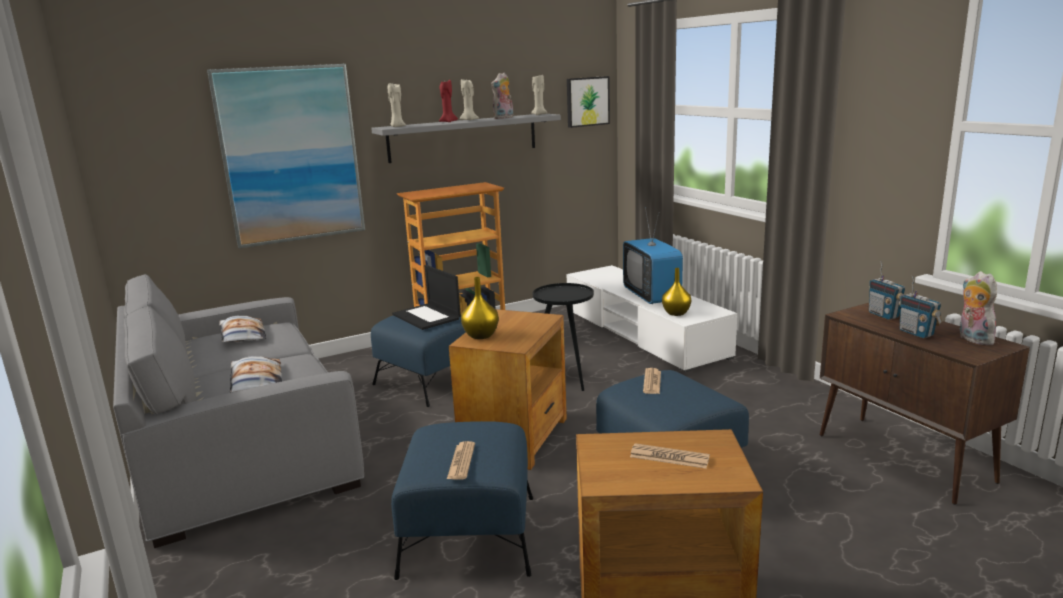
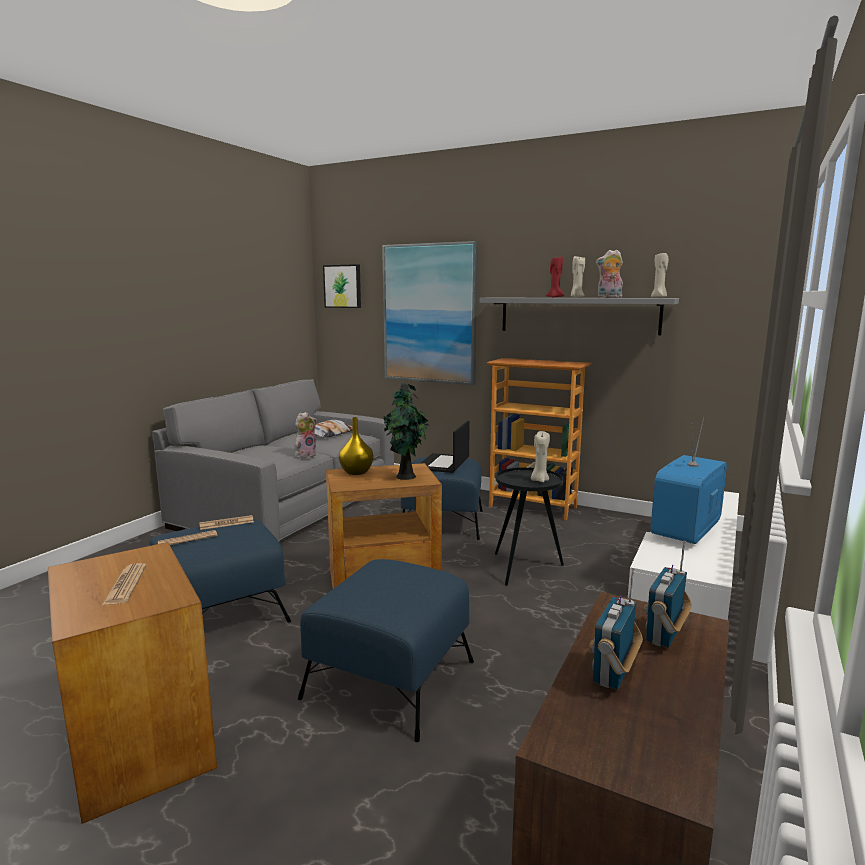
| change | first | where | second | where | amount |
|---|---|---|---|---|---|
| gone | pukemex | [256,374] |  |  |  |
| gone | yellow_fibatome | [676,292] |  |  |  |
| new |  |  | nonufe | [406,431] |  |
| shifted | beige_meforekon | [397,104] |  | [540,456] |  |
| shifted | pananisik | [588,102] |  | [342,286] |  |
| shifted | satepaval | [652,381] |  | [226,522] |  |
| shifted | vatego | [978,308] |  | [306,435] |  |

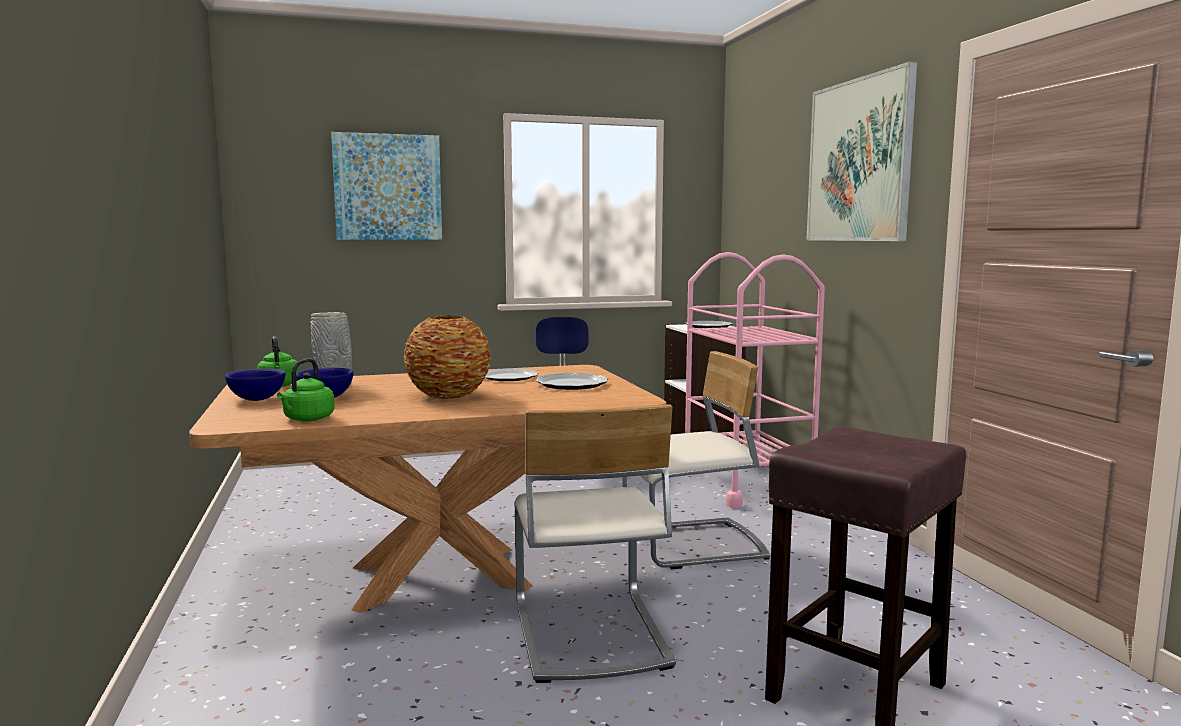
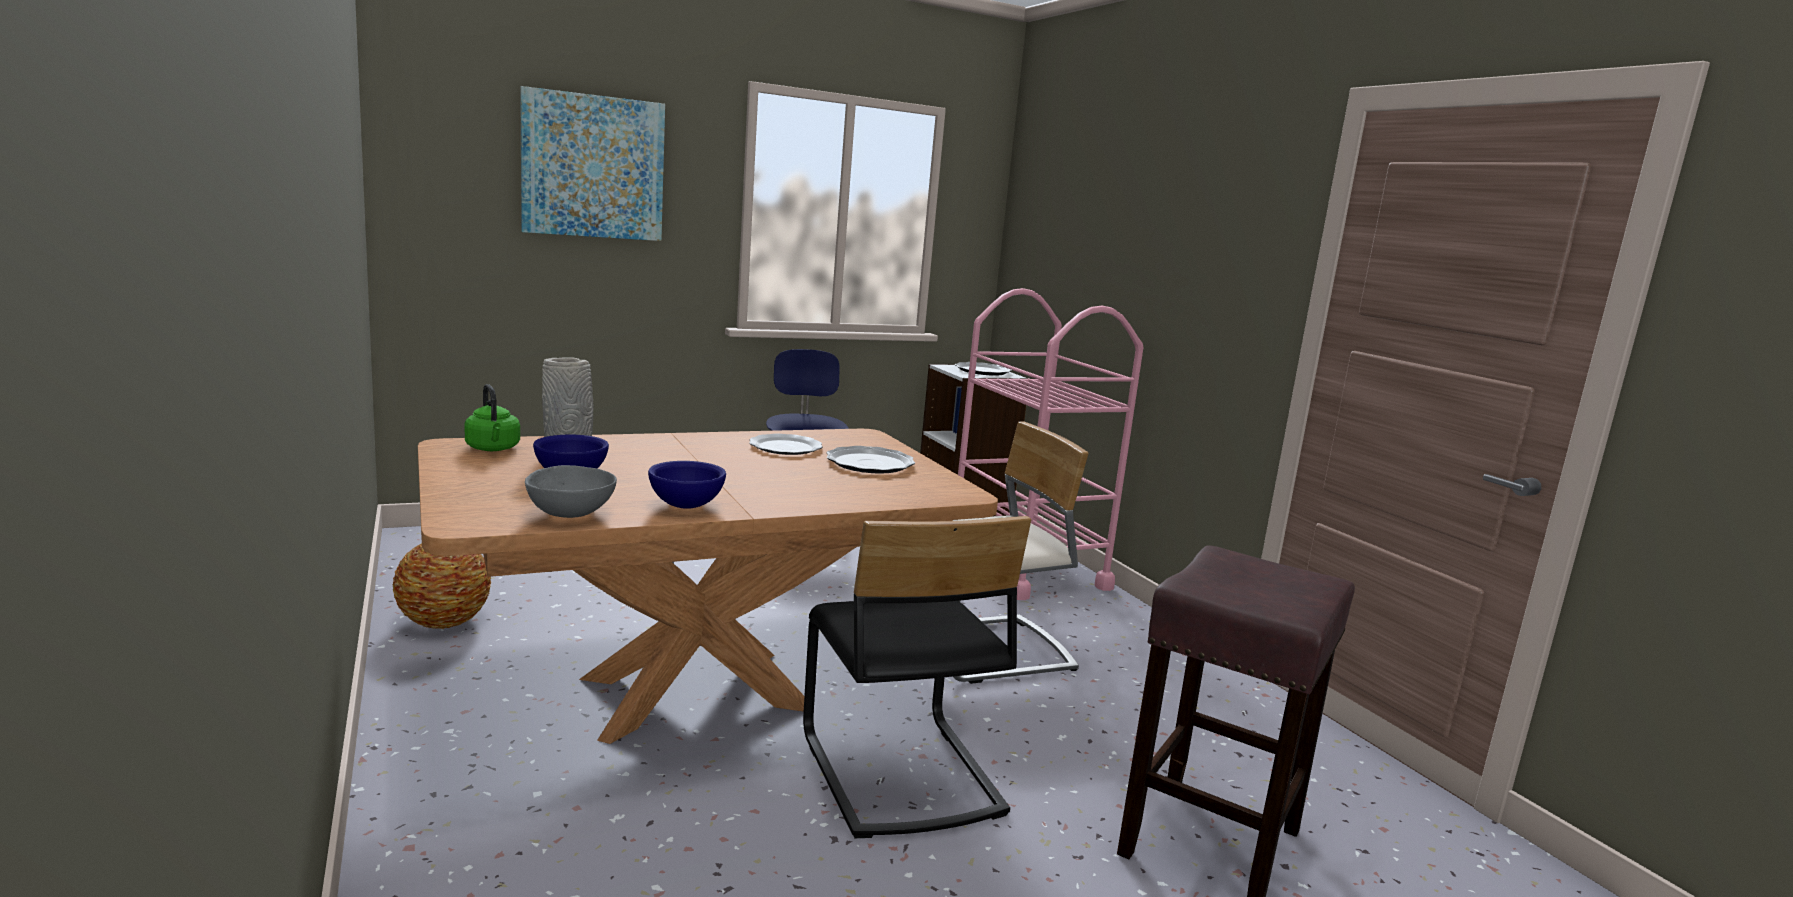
| change | first | where | second | where | amount |
|---|---|---|---|---|---|
| gone | pananisik | [862,151] |  |  |  |
| shifted | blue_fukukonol | [255,385] |  | [687,485] |  |
| shifted | fibatome | [447,357] |  | [442,586] |  |
| swapped | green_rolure | [306,389] | grey_fukukonol | [571,491] |  |
| repainted | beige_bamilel | [595,543] | black_bamilel | [917,677] |  |

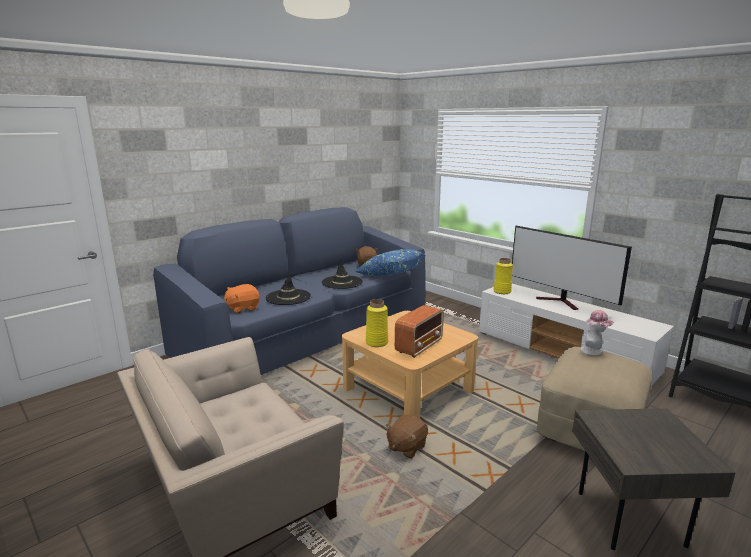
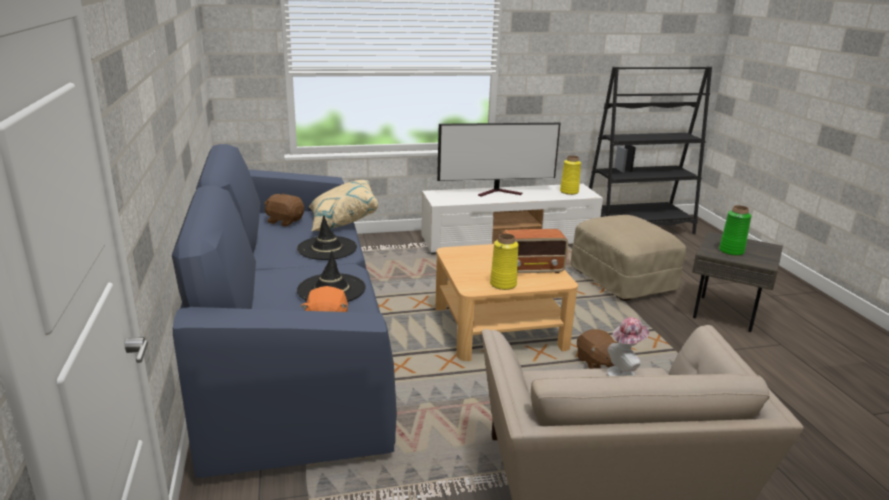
| change | first | where | second | where | amount |
|---|---|---|---|---|---|
| new |  |  | green_fibatome | [735,230] |  |
| shifted | yellow_fibatome | [503,276] |  | [570,175] |  |
| shifted | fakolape | [597,333] |  | [628,346] |  |
| repainted | blue_pukemex | [390,262] | beige_pukemex | [343,205] |  |
| rotated | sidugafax | [419,331] |  | [535,251] | 105 degrees clockwise |

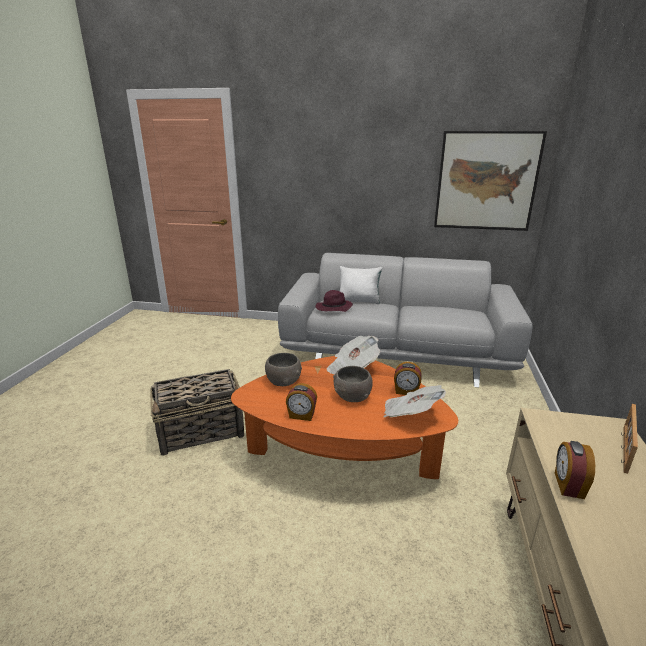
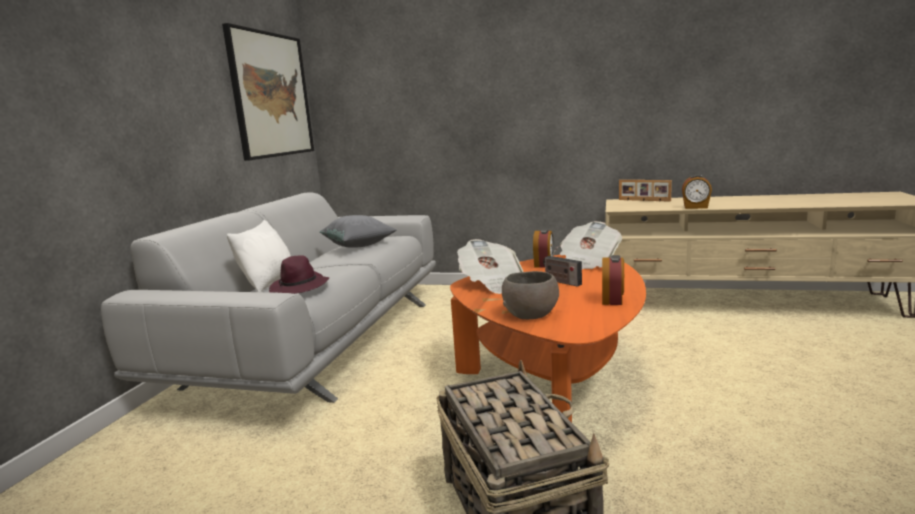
| change | first | where | second | where | amount |
|---|---|---|---|---|---|
| new |  |  | grey_pukemex | [358,231] |  |
| swapped | grey_fukukonol | [353,384] | sidugafax | [562,266] |  |

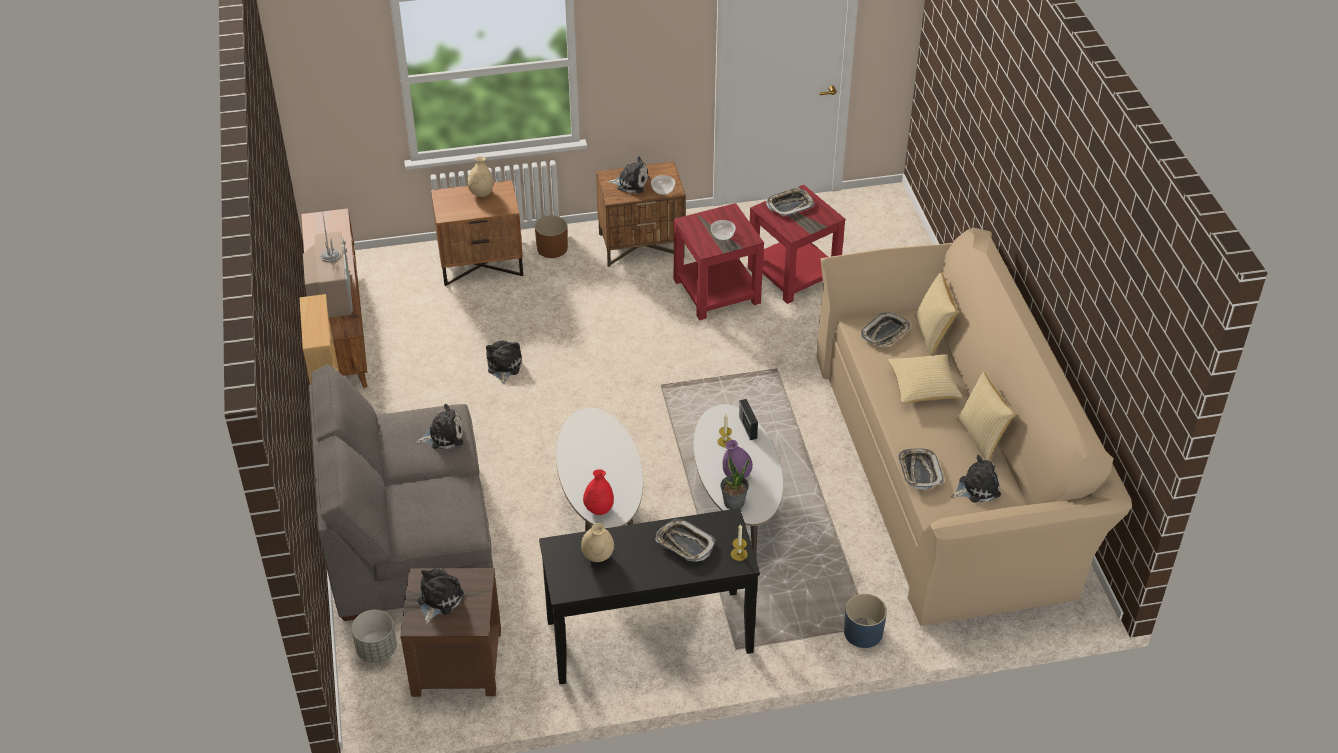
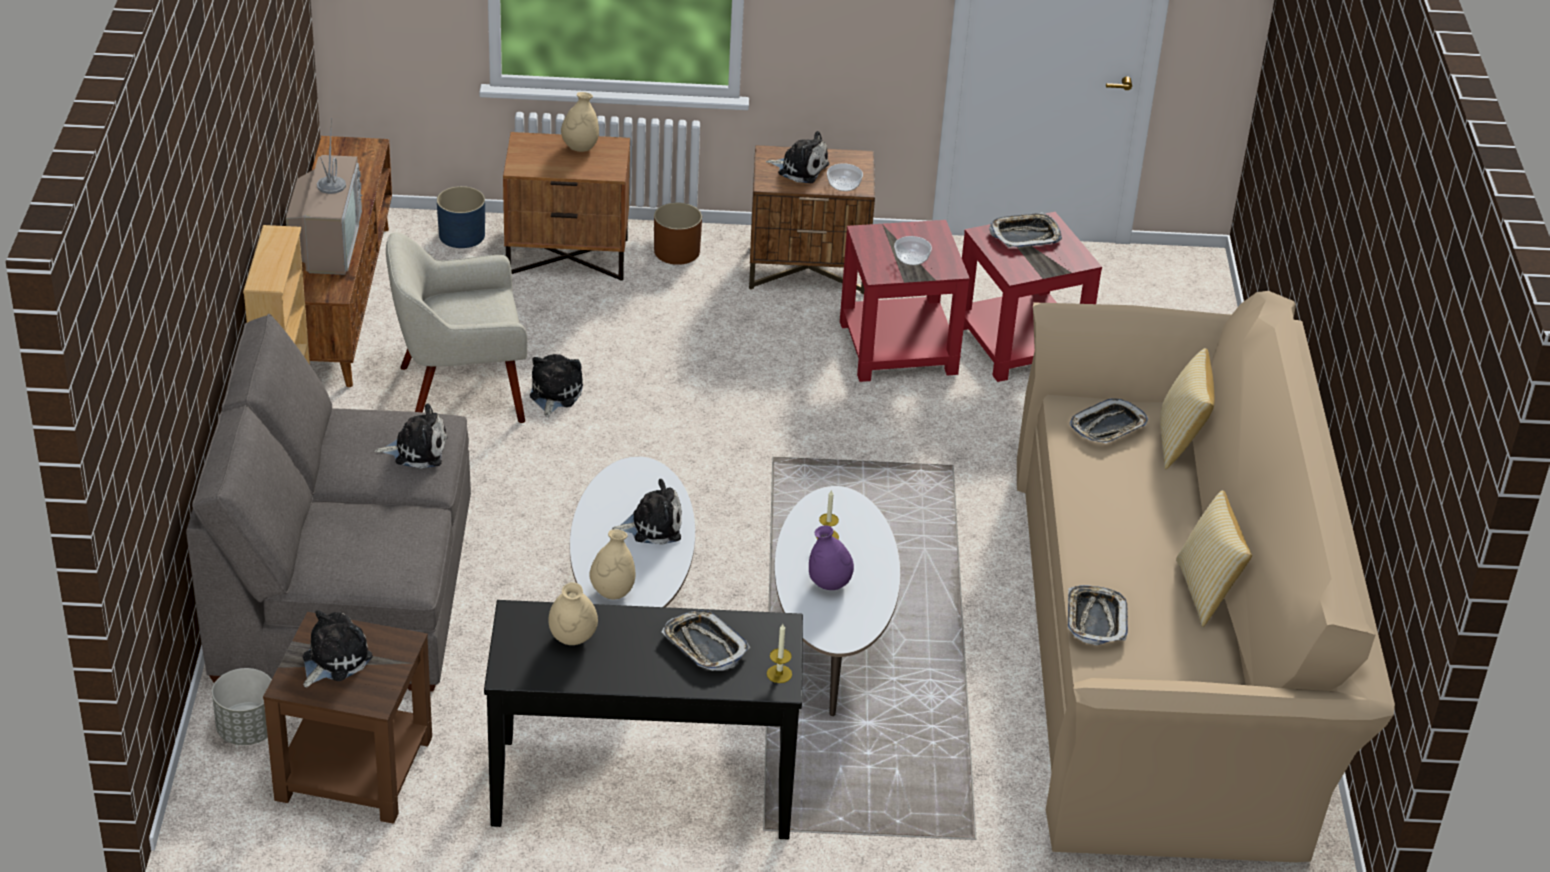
| change | first | where | second | where | amount |
|---|---|---|---|---|---|
| gone | nonufe | [735,480] |  |  |  |
| gone | sidugafax | [748,419] |  |  |  |
| gone | pukemex | [925,379] |  |  |  |
| new |  |  | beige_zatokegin | [456,327] |  |
| shifted | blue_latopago | [865,621] |  | [461,217] |  |
| shifted | vatego | [976,479] |  | [646,512] |  |
| repainted | red_fibatome | [598,492] | beige_fibatome | [612,564] |  |

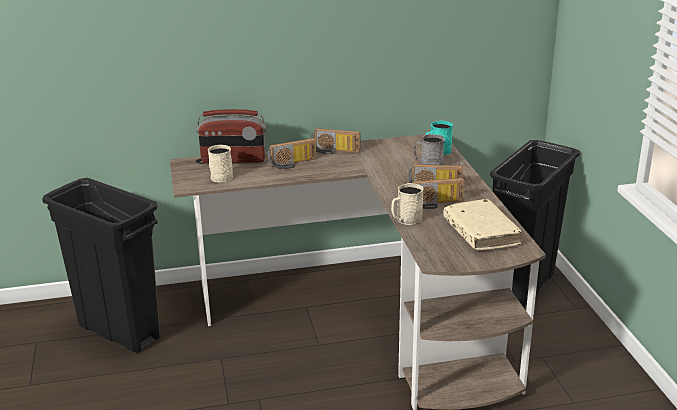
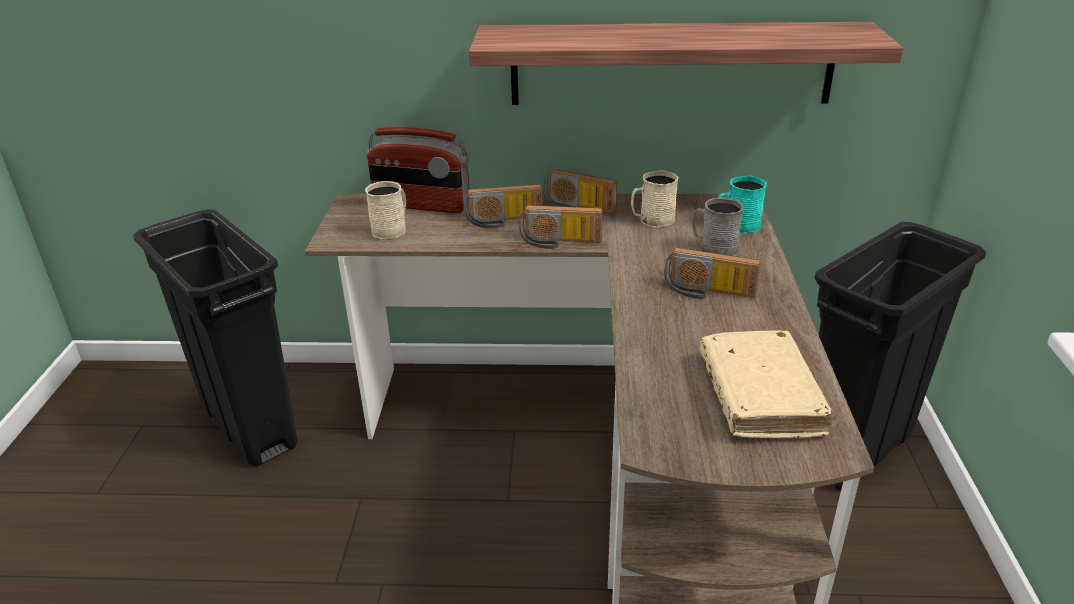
| change | first | where | second | where | amount |
|---|---|---|---|---|---|
| new |  |  | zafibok | [686,63] |  |
| shifted | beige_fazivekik | [407,204] |  | [655,198] |  |
| shifted | sidugafax | [438,193] |  | [561,227] |  |

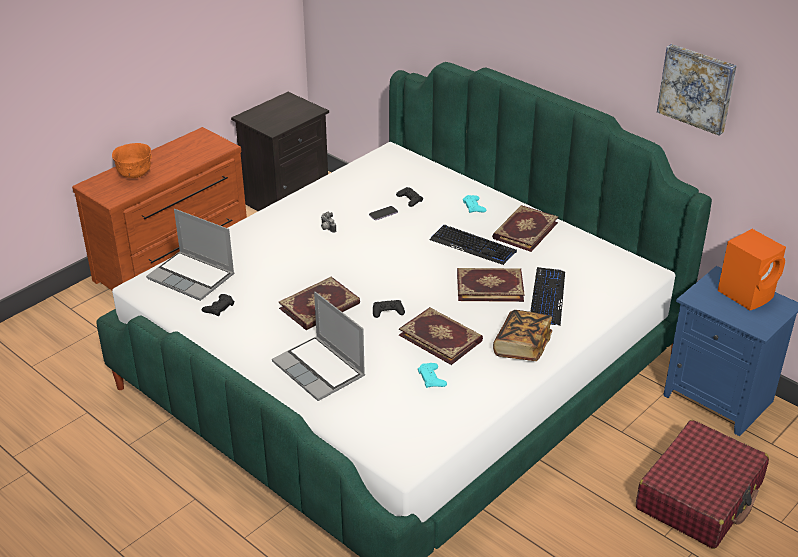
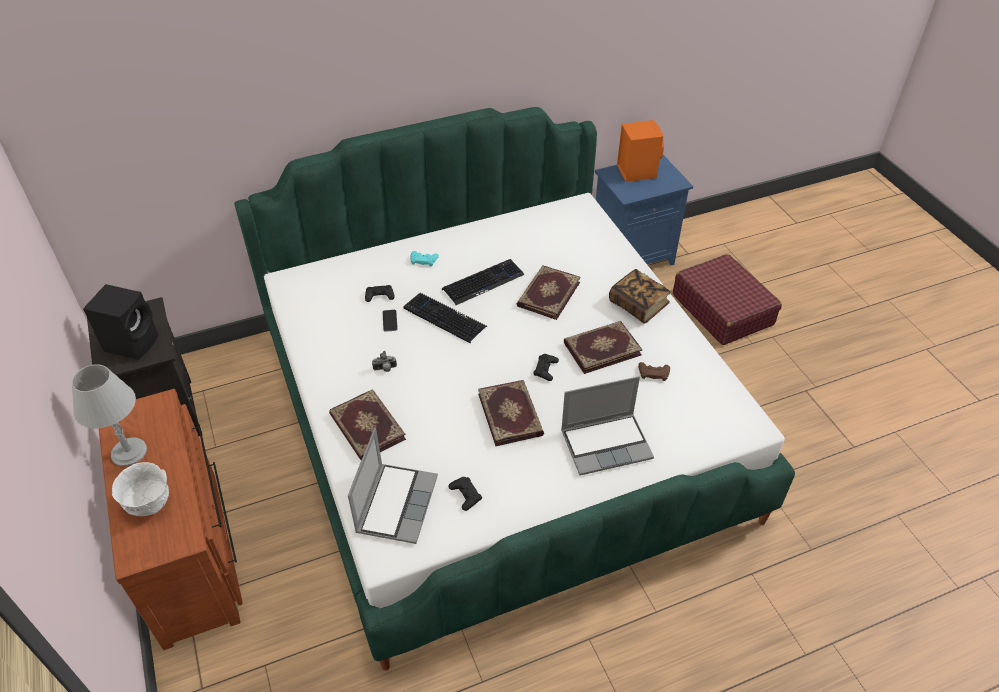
| change | first | where | second | where | amount |
|---|---|---|---|---|---|
| gone | pananisik | [697,90] |  |  |  |
| new |  |  | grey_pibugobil | [109,415] |  |
| new |  |  | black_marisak | [120,322] |  |
| shifted | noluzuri | [525,228] |  | [367,424] |  |
| shifted | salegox | [547,296] |  | [445,318] |  |
| repainted | orange_fukukonol | [132,160] | white_fukukonol | [140,489] |  |
| repainted | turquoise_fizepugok | [432,375] | brown_fizepugok | [654,371] |  |
| rotated | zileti | [190,255] |  | [393,486] | 45 degrees counterclockwise |

